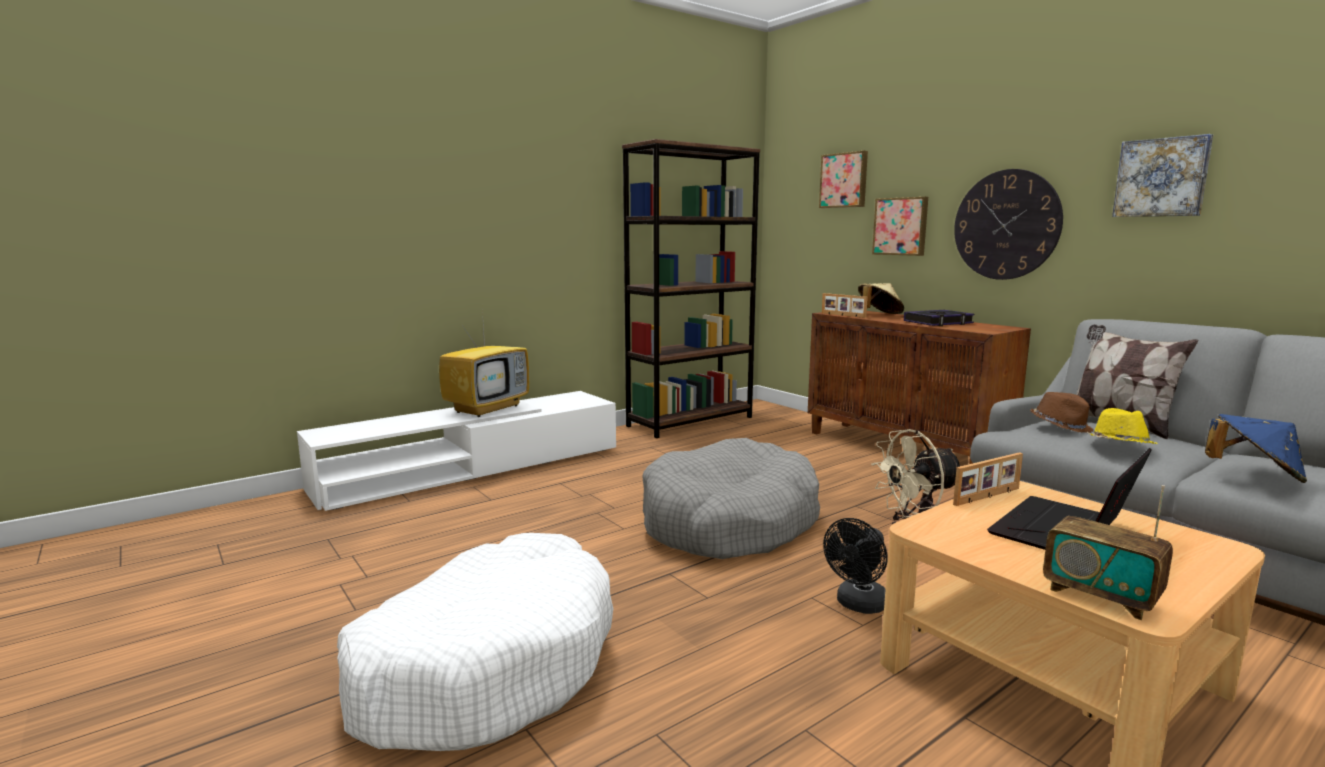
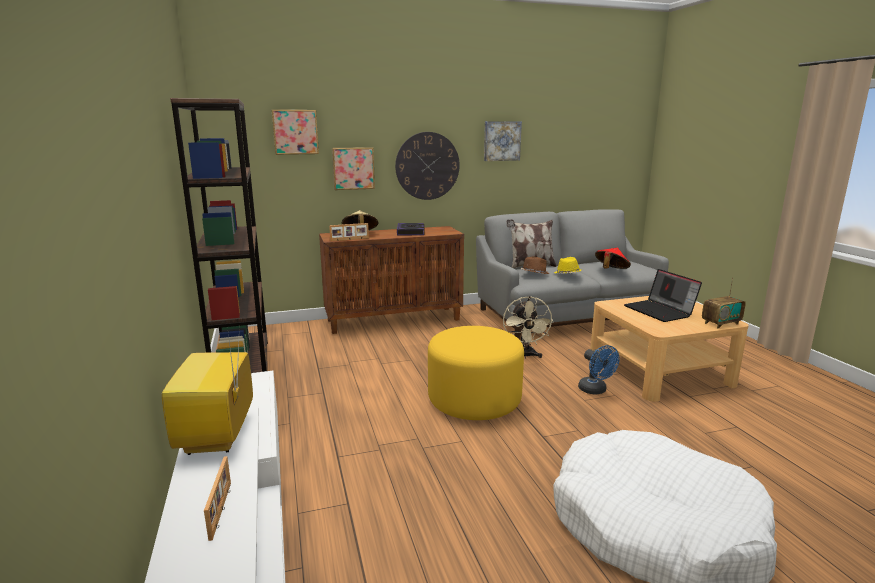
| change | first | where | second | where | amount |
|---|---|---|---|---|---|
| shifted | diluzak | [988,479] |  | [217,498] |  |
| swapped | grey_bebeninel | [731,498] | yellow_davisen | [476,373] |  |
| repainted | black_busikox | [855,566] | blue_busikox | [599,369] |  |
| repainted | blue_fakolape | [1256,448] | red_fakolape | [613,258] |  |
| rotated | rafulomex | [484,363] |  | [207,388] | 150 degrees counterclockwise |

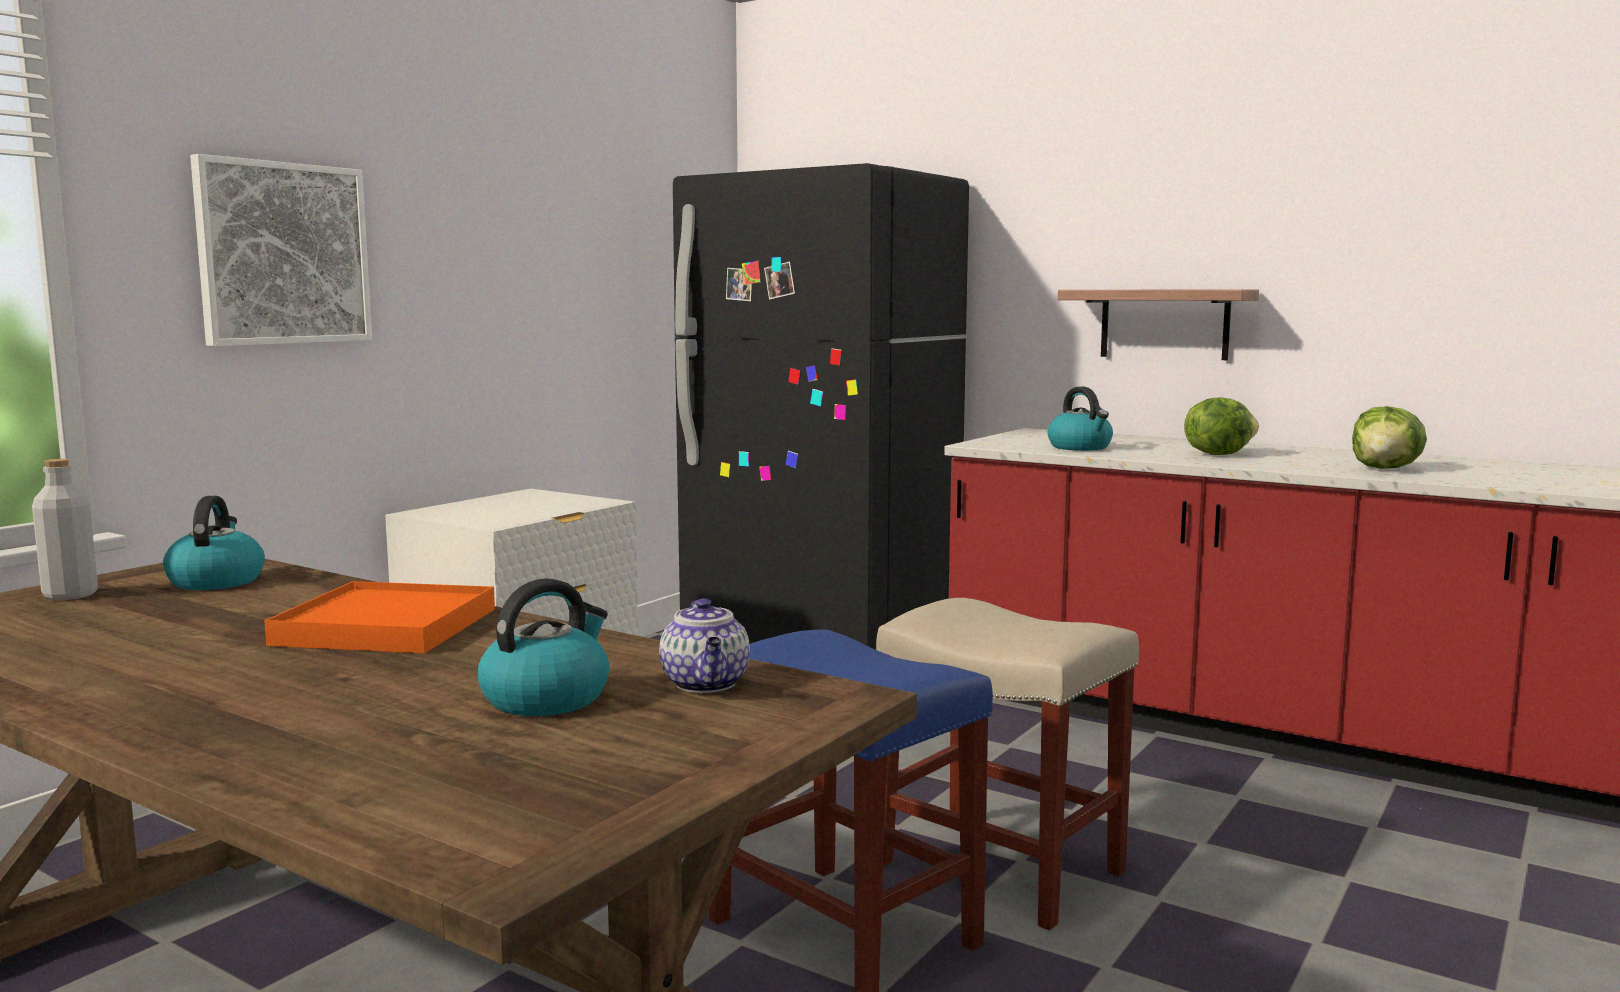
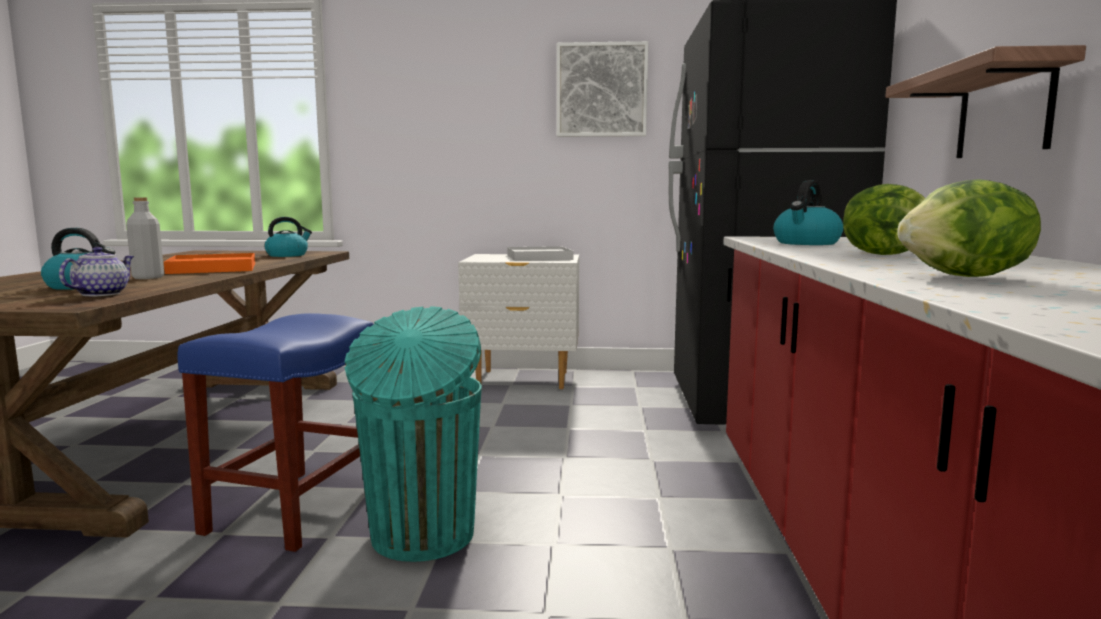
| change | first | where | second | where | amount |
|---|---|---|---|---|---|
| new |  |  | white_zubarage | [540,253] |  |
| shifted | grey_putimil | [65,529] |  | [145,238] |  |
| shifted | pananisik | [281,250] |  | [602,89] |  |
| swapped | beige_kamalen | [1007,764] | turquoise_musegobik | [413,434] |  |
| rotated | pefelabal | [704,645] |  | [96,271] | 150 degrees clockwise |

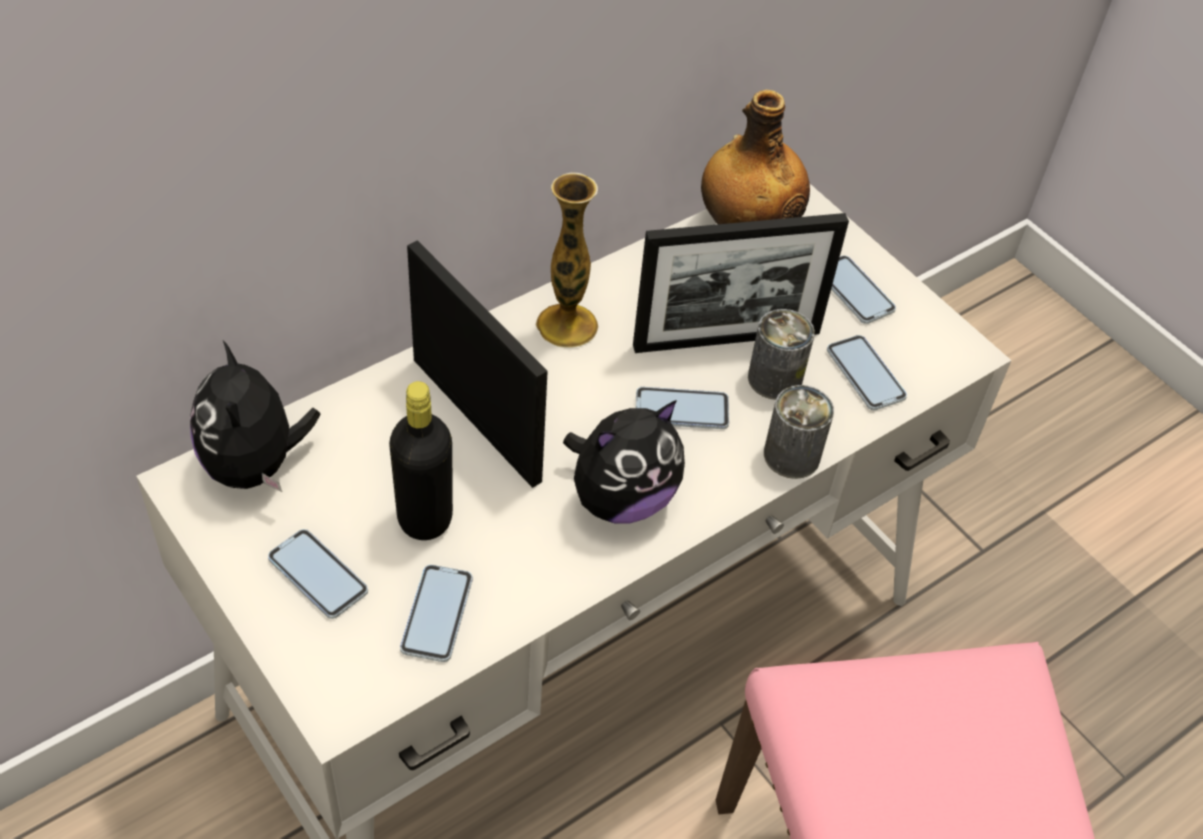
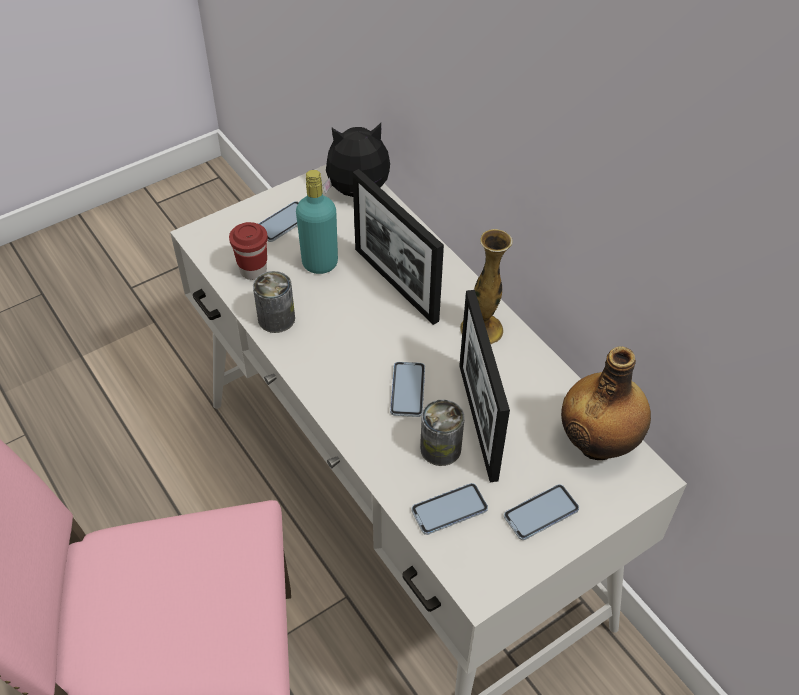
| change | first | where | second | where | amount |
|---|---|---|---|---|---|
| gone | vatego | [624,462] |  |  |  |
| shifted | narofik | [799,432] |  | [274,302] |  |
| swapped | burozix | [436,613] | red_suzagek | [248,251] |  |
| repainted | black_putimil | [421,460] | turquoise_putimil | [317,222] |  |
| rotated | diluzak | [477,364] |  | [398,247] | 90 degrees clockwise |

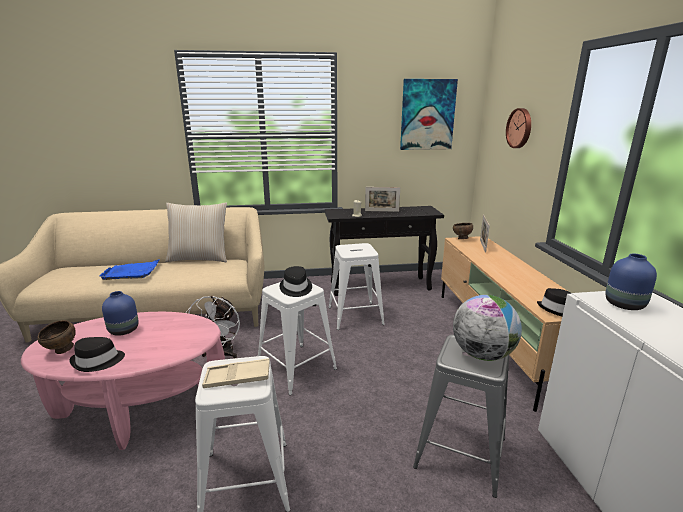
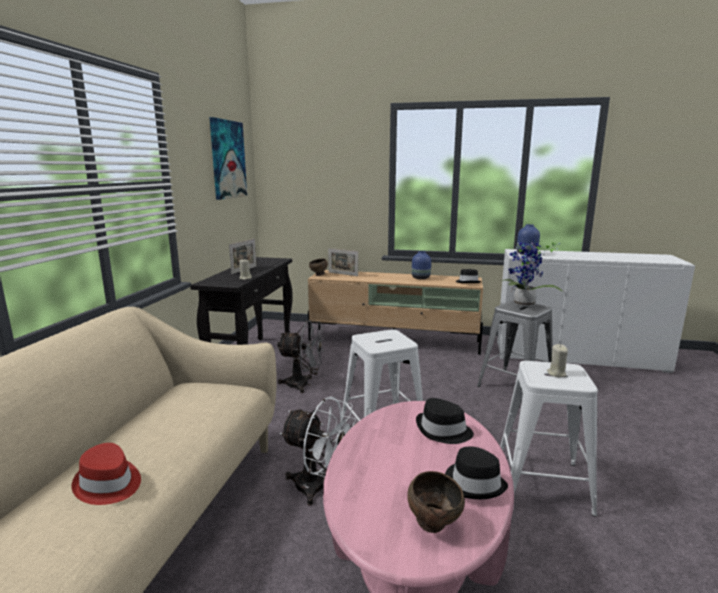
| change | first | where | second | where | amount |
|---|---|---|---|---|---|
| gone | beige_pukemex | [196,232] |  |  |  |
| gone | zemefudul | [518,128] |  |  |  |
| shifted | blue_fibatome | [120,313] |  | [421,265] |  |
| shifted | black_fakolape | [295,281] |  | [445,421] |  |
| swapped | blue_zubarage | [129,269] | red_fakolape | [106,474] |  |
| swapped | beige_zubarage | [236,373] | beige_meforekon | [557,360] |  |
| swapped | white_kamalen | [356,286] | grey_busikox | [301,356] |  |
| swapped | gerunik | [487,328] | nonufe | [532,272] |  |

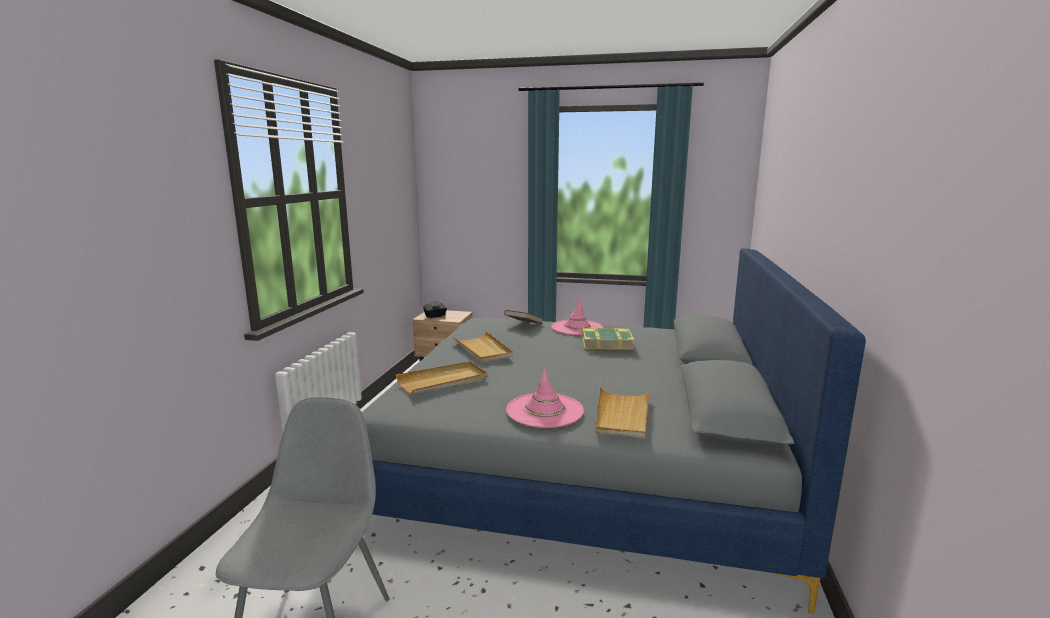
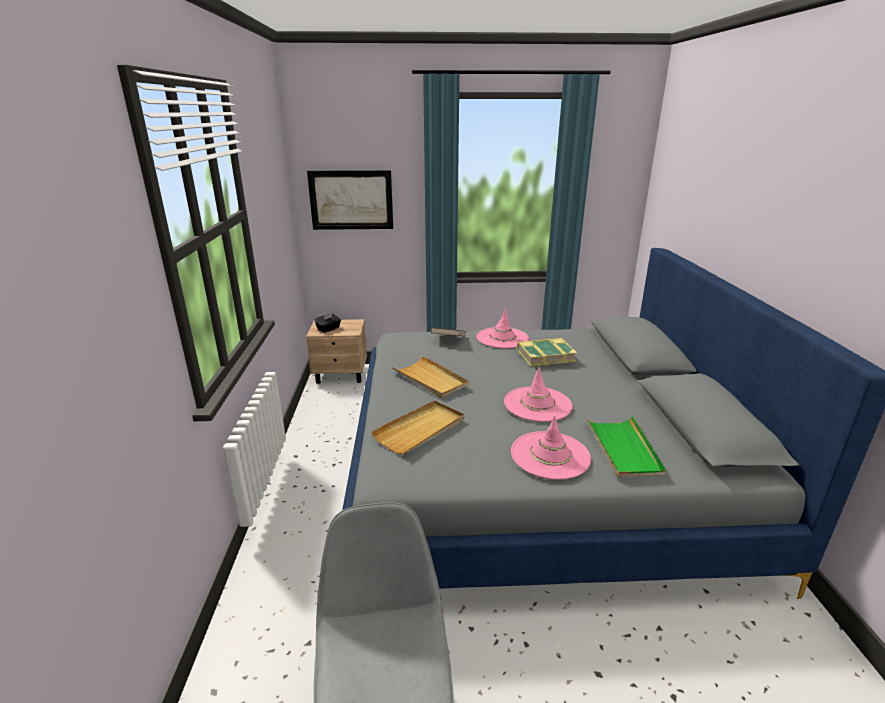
| change | first | where | second | where | amount |
|---|---|---|---|---|---|
| new |  |  | pananisik | [350,200] |  |
| new |  |  | pink_fakolape | [538,394] |  |
| repainted | beige_zubarage | [623,412] | green_zubarage | [626,446] |  |

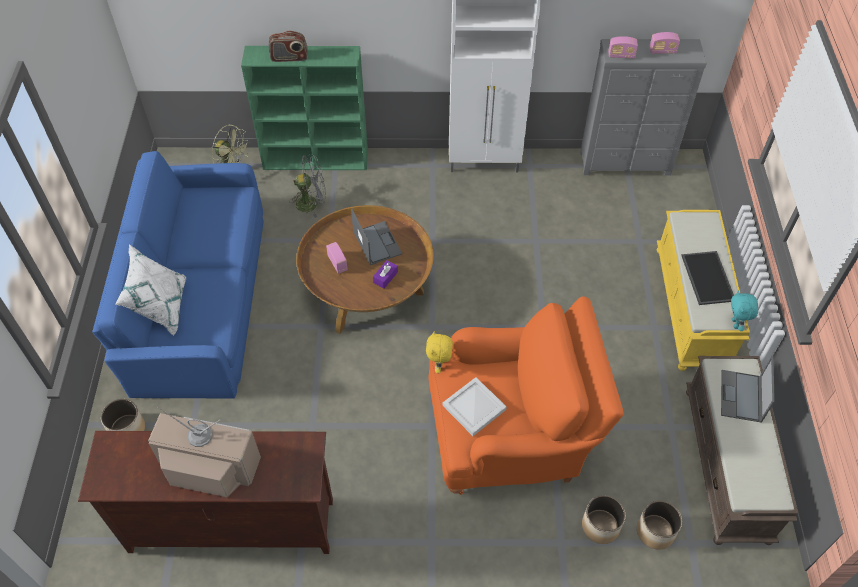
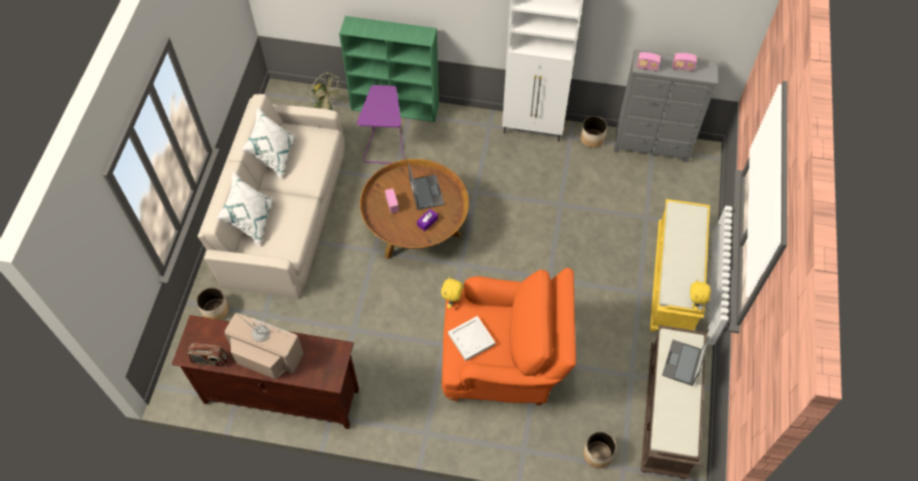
| change | first | where | second | where | amount |
|---|---|---|---|---|---|
| gone | zubarage | [707,278] |  |  |  |
| new |  |  | white_pukemex | [269,142] |  |
| shifted | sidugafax | [288,46] |  | [208,355] |  |
| shifted | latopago | [603,519] |  | [593,132] |  |
| swapped | grey_busikox | [307,186] | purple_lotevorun | [380,124] |  |
| repainted | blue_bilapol | [178,275] | beige_bilapol | [271,196] |  |
| repainted | turquoise_vatego | [744,311] | yellow_vatego | [700,295] |  |

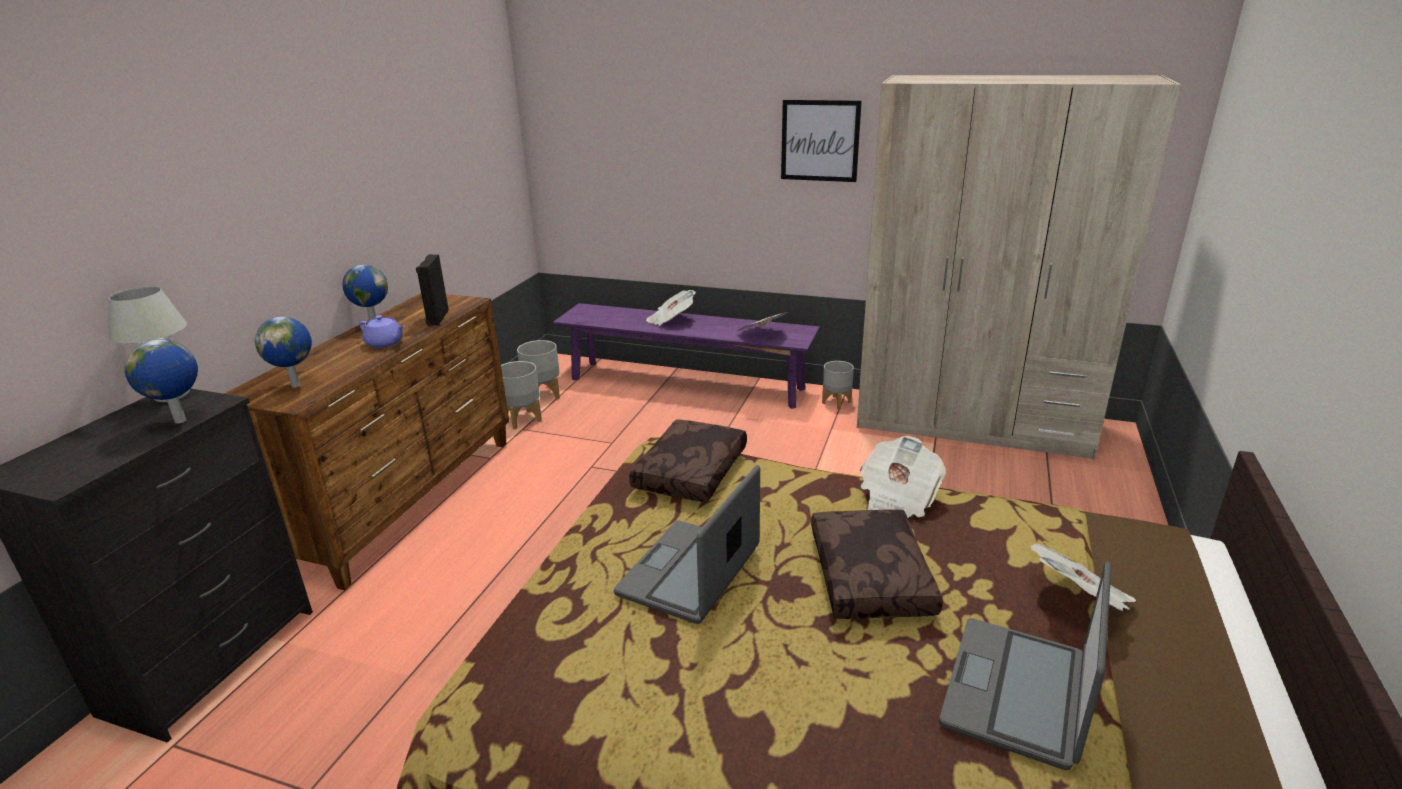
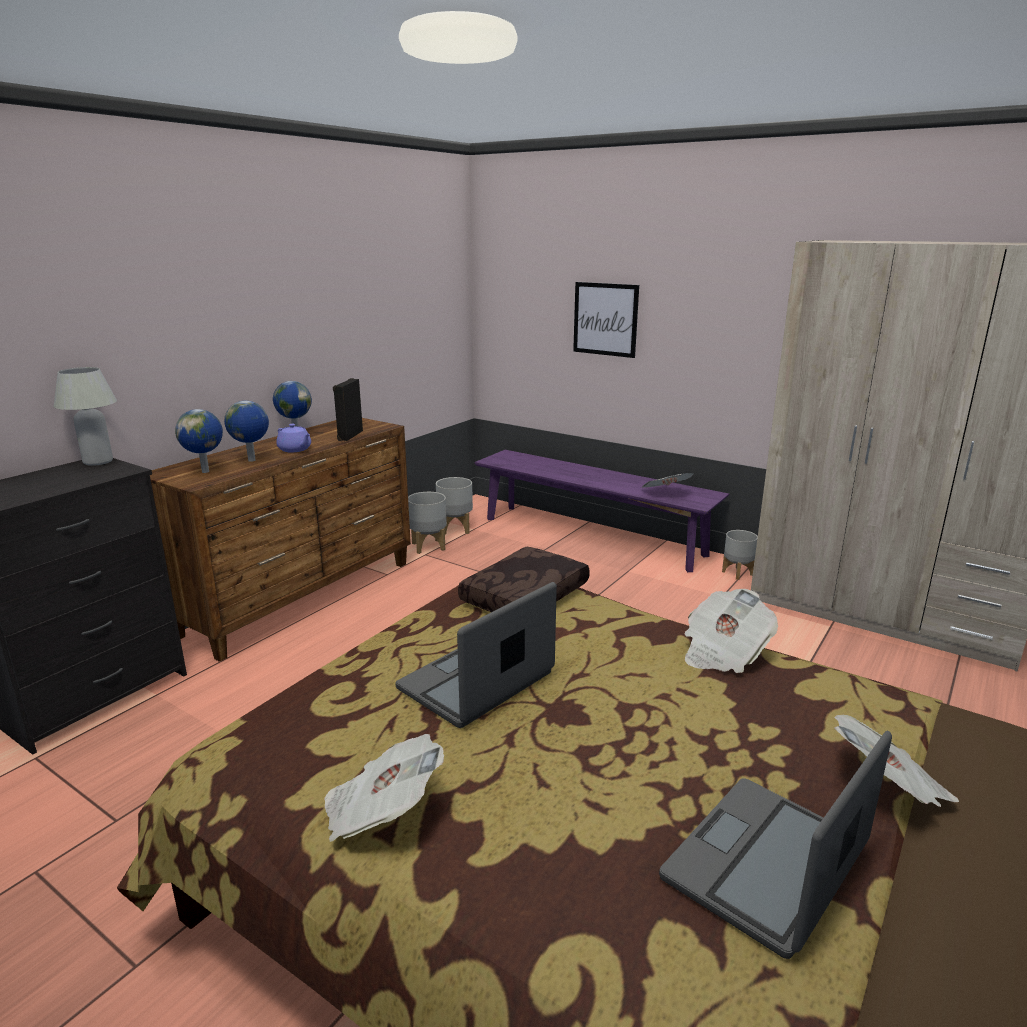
| change | first | where | second | where | amount |
|---|---|---|---|---|---|
| gone | brown_pukemex | [877,564] |  |  |  |
| shifted | gerunik | [161,381] |  | [246,431] |  |
| shifted | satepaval | [671,308] |  | [384,788] |  |
| shifted | pananisik | [821,141] |  | [606,320] |  |

